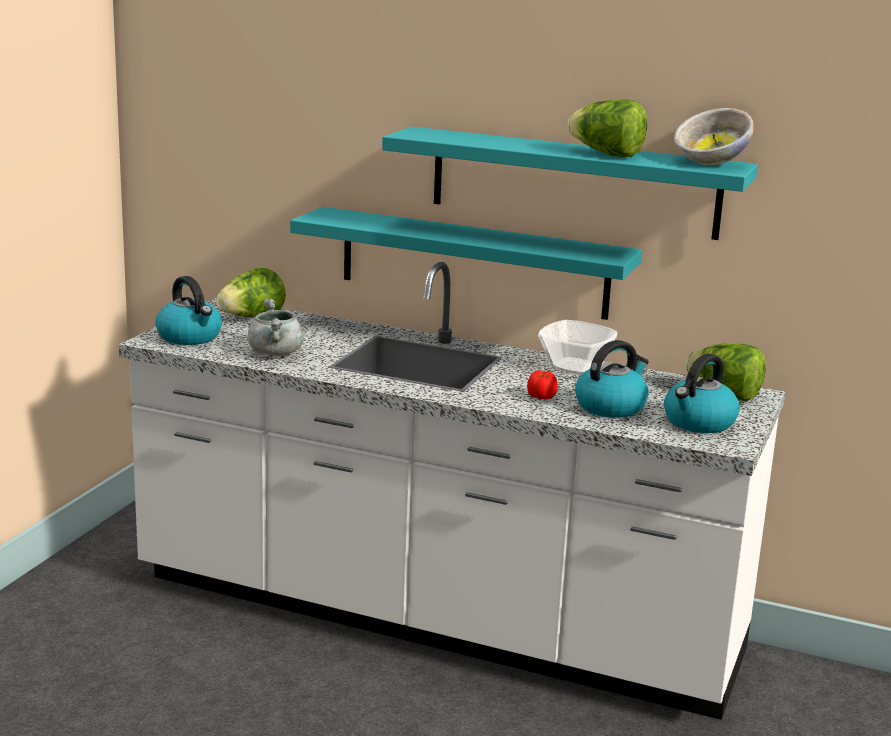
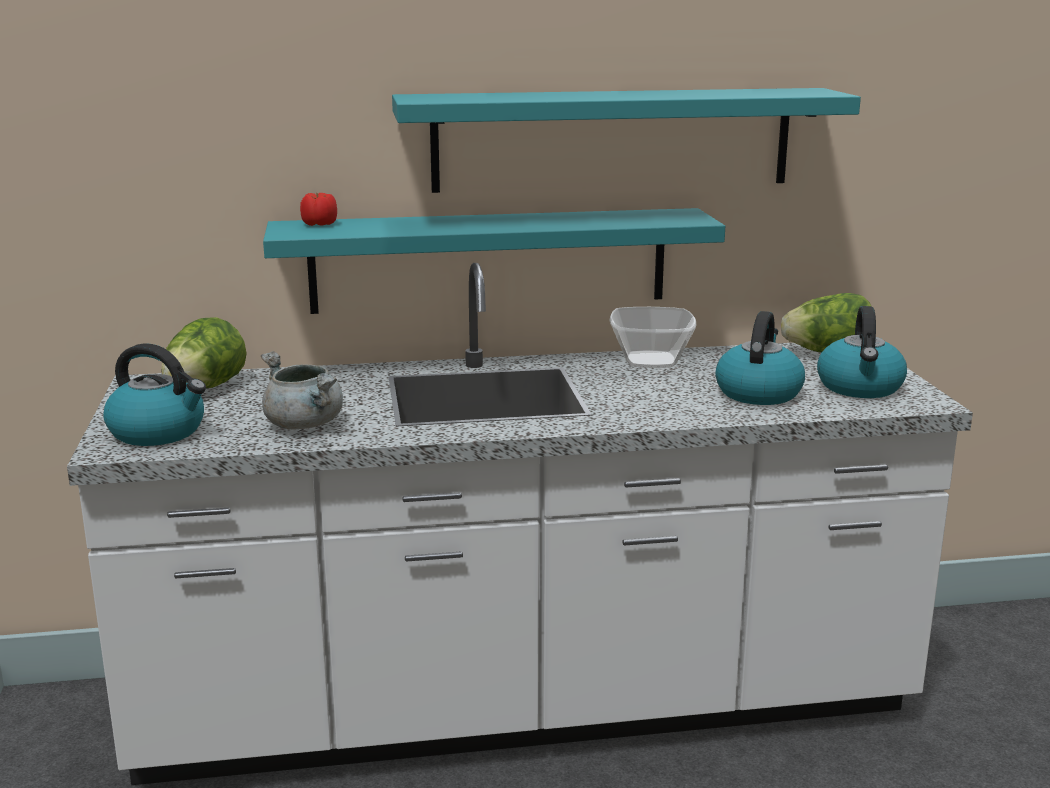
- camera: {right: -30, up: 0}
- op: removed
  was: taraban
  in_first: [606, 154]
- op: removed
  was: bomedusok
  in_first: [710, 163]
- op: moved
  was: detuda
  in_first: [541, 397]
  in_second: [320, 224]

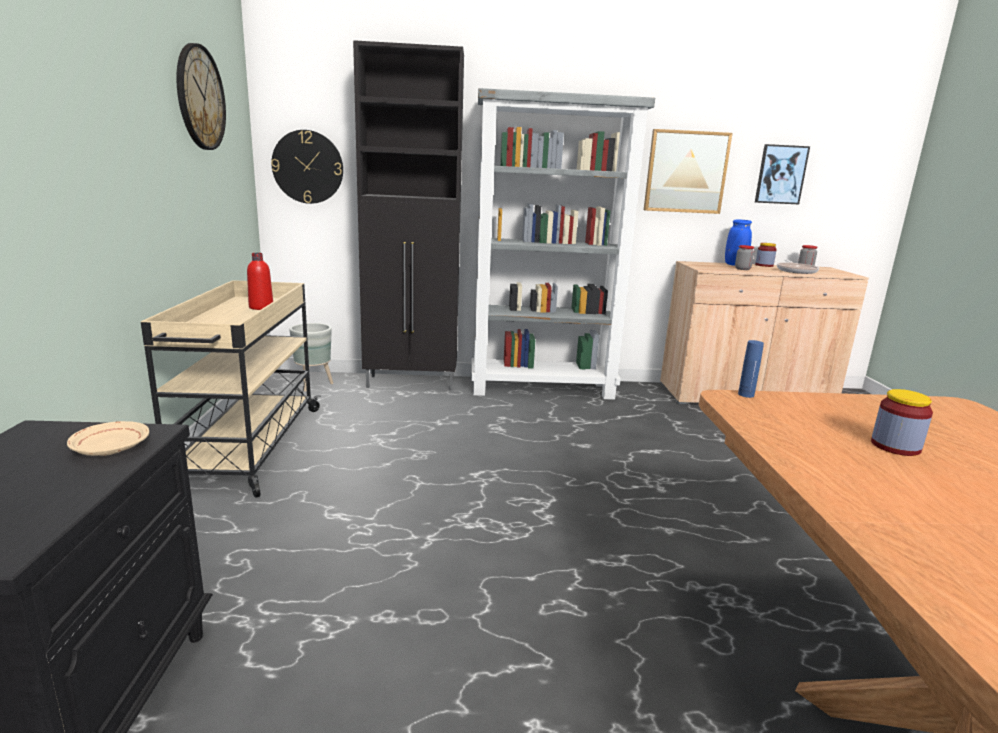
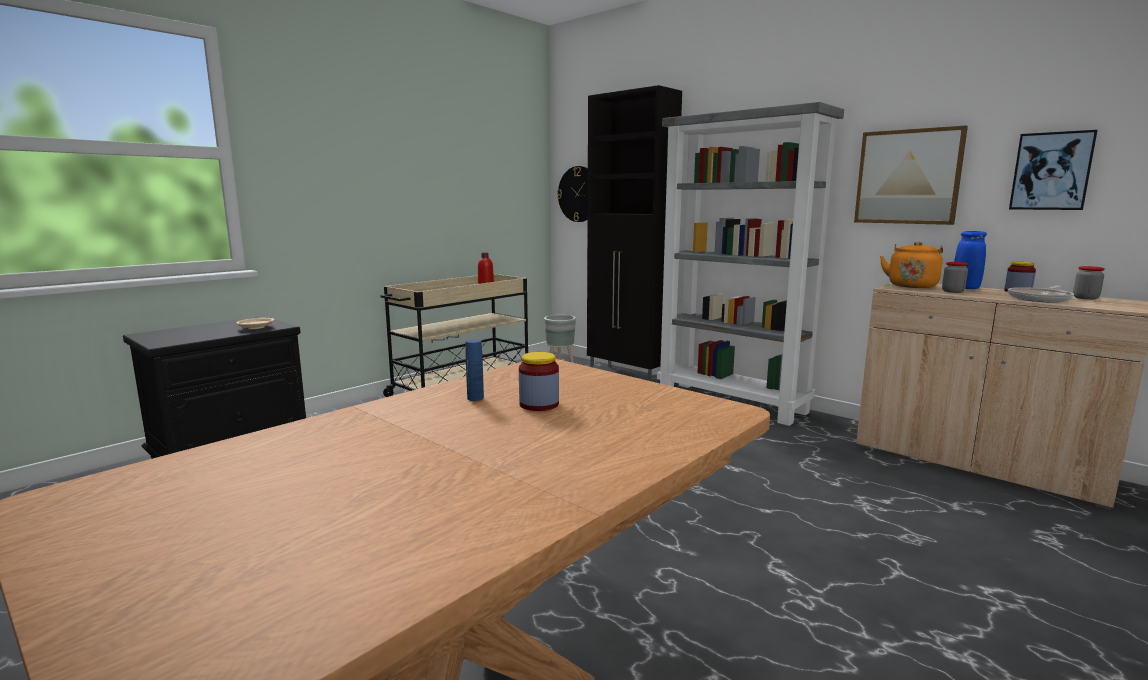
- camera: {right: 45, up: -5}
- op: removed
  was: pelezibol
  in_first: [200, 98]
- op: moved
  was: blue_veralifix
  in_first: [746, 394]
  in_second: [475, 398]
- op: added
  now: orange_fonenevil
  in_second: [912, 285]

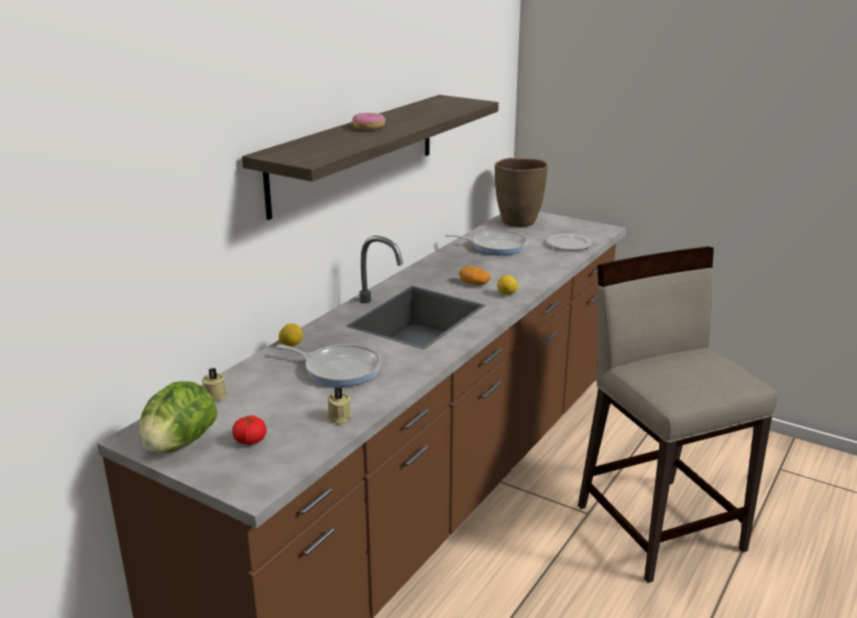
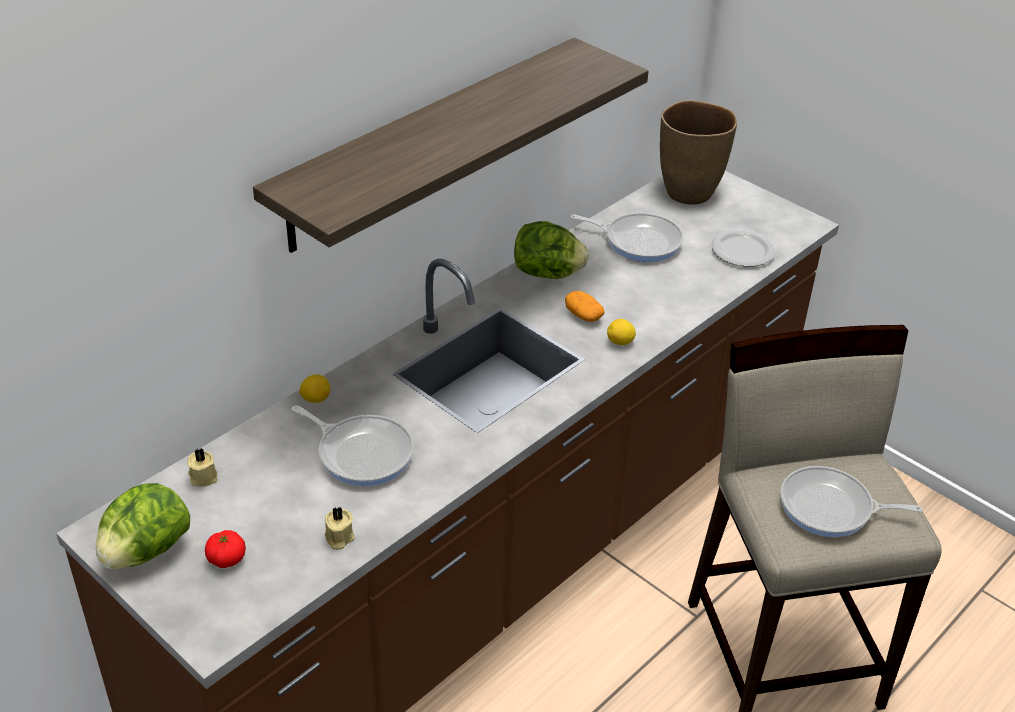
- camera: {right: 10, up: 15}
- op: removed
  was: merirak
  in_first: [369, 127]
- op: added
  now: taraban
  in_second: [547, 274]
- op: added
  now: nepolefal
  in_second: [831, 508]

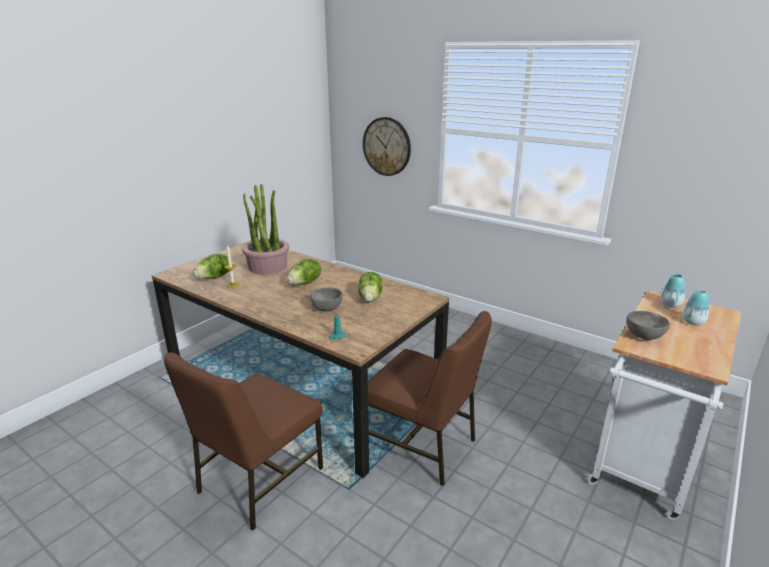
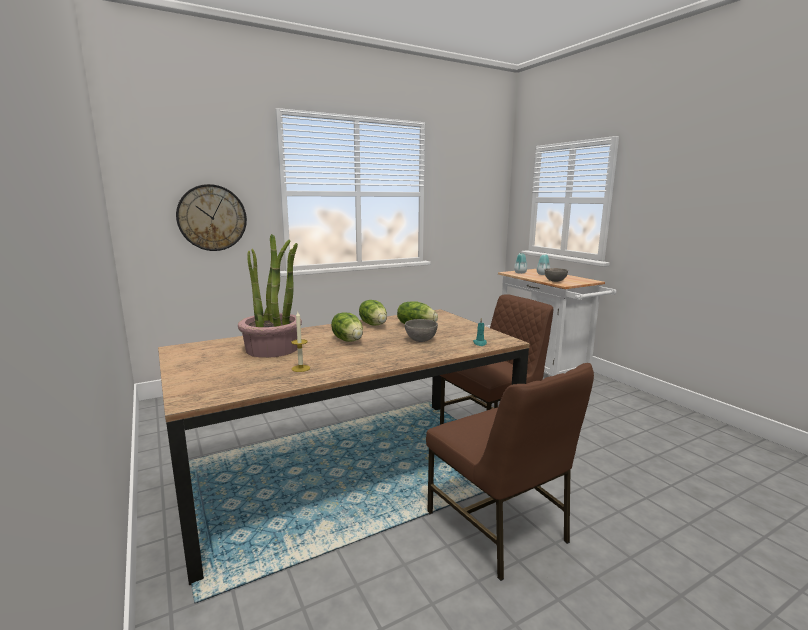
- camera: {right: -65, up: -10}
- op: moved
  was: taraban
  in_first: [215, 277]
  in_second: [374, 324]

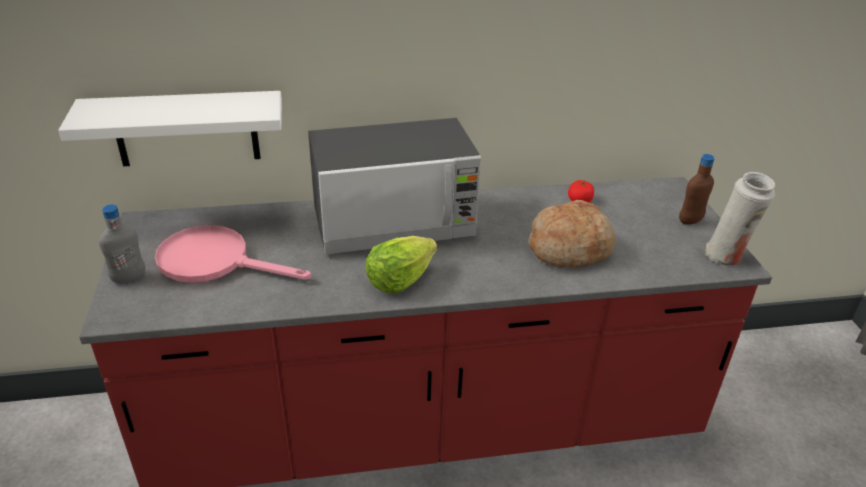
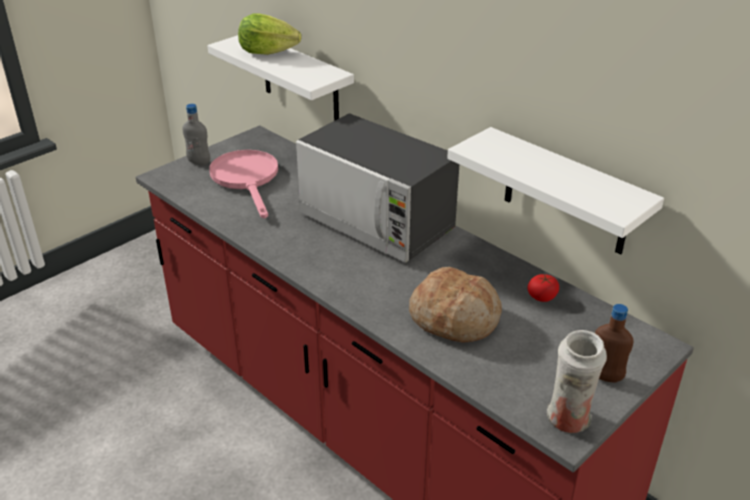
- camera: {right: 55, up: 0}
- op: moved
  was: taraban
  in_first: [399, 280]
  in_second: [267, 52]
- op: added
  now: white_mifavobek
  in_second: [566, 193]

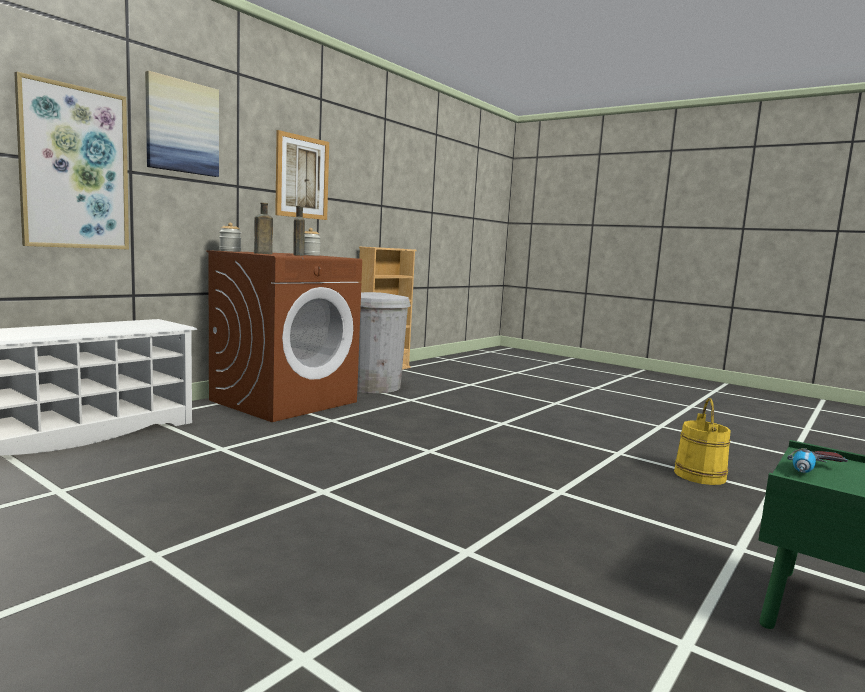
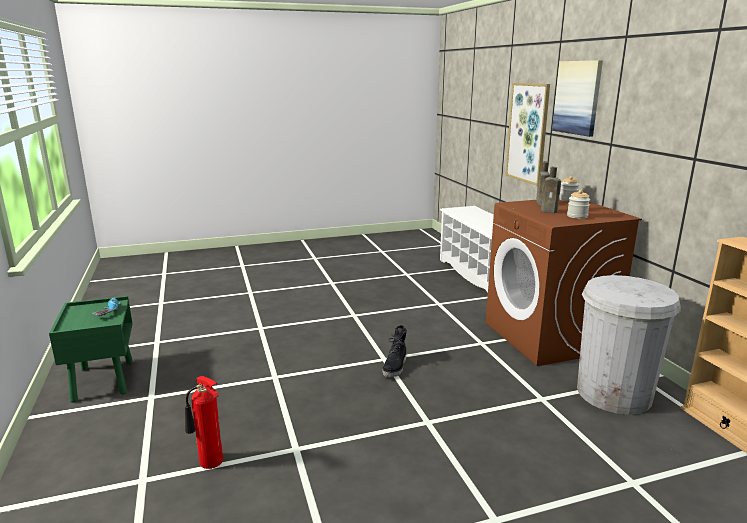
- camera: {right: 125, up: 10}
- op: removed
  was: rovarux
  in_first: [302, 177]
- op: replaced
  was: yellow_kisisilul
  now: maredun
  in_first: [700, 475]
  in_second: [210, 463]
- op: added
  now: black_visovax
  in_second: [395, 367]

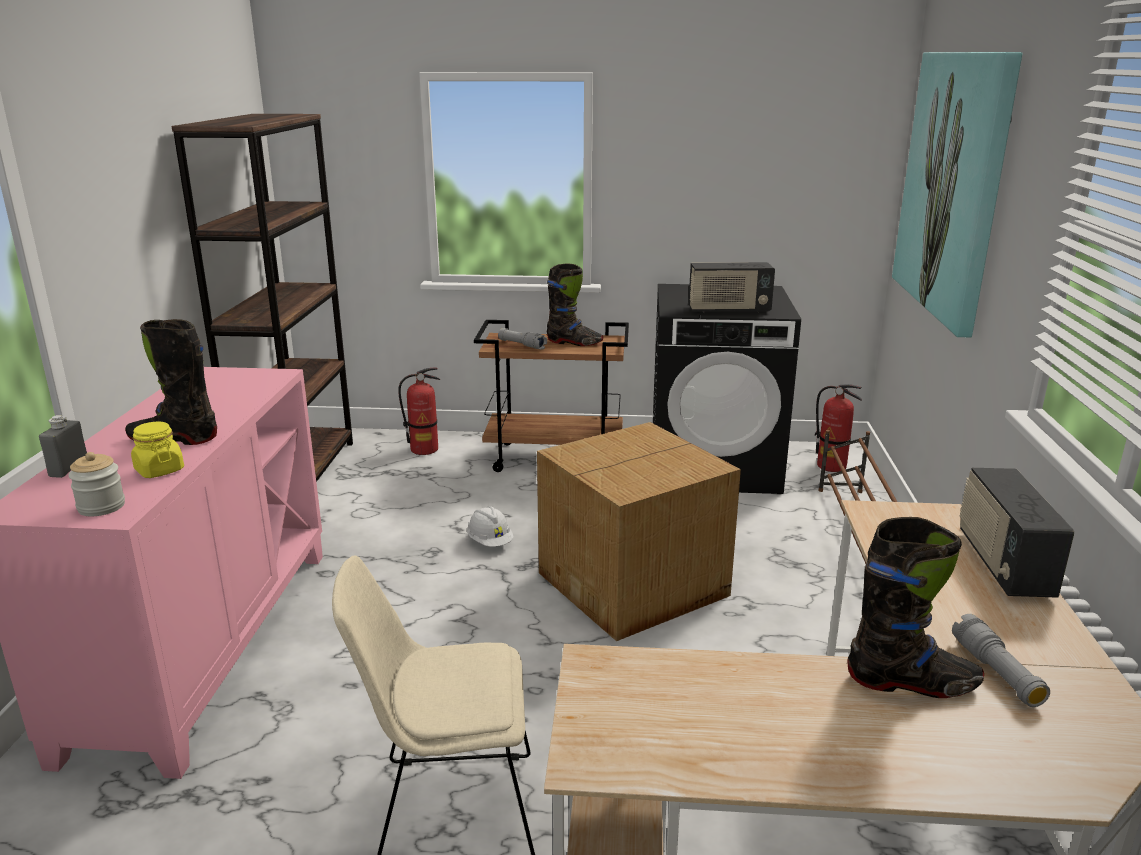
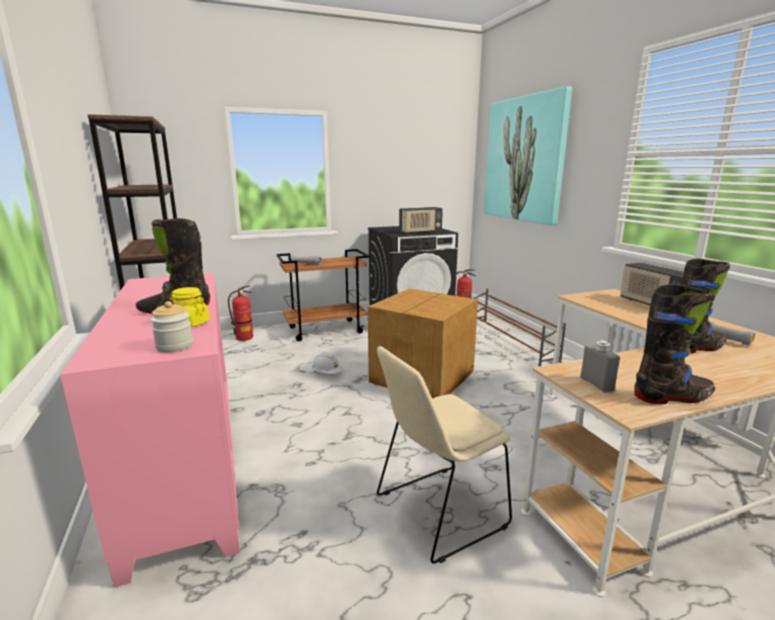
- camera: {right: -25, up: -5}
- op: moved
  was: black_visovax
  in_first: [574, 343]
  in_second: [672, 397]
- op: moved
  was: grey_veralifix
  in_first: [69, 468]
  in_second: [596, 384]

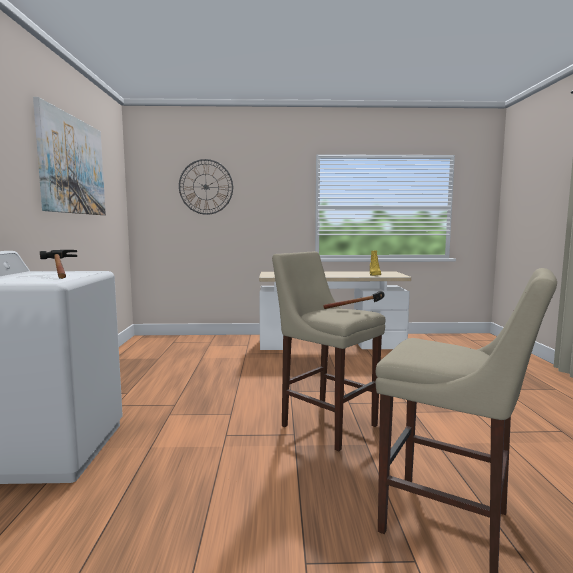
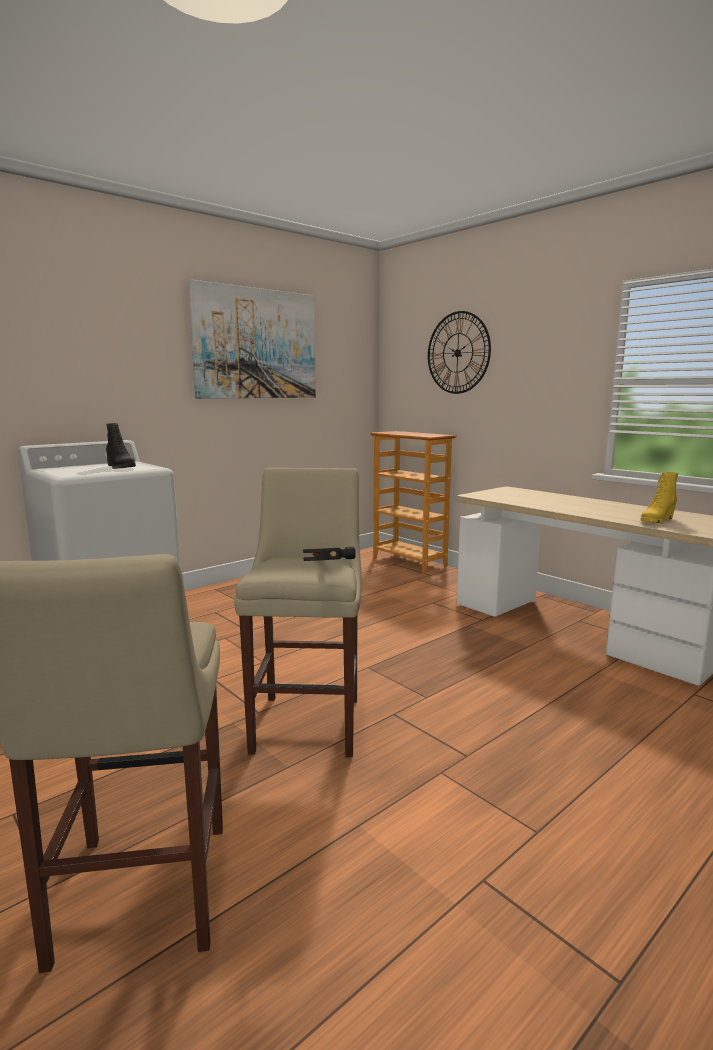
- camera: {right: 50, up: 5}
- op: replaced
  was: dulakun
  now: black_visovax
  in_first: [58, 274]
  in_second: [120, 467]
- op: added
  now: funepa
  in_second: [410, 562]

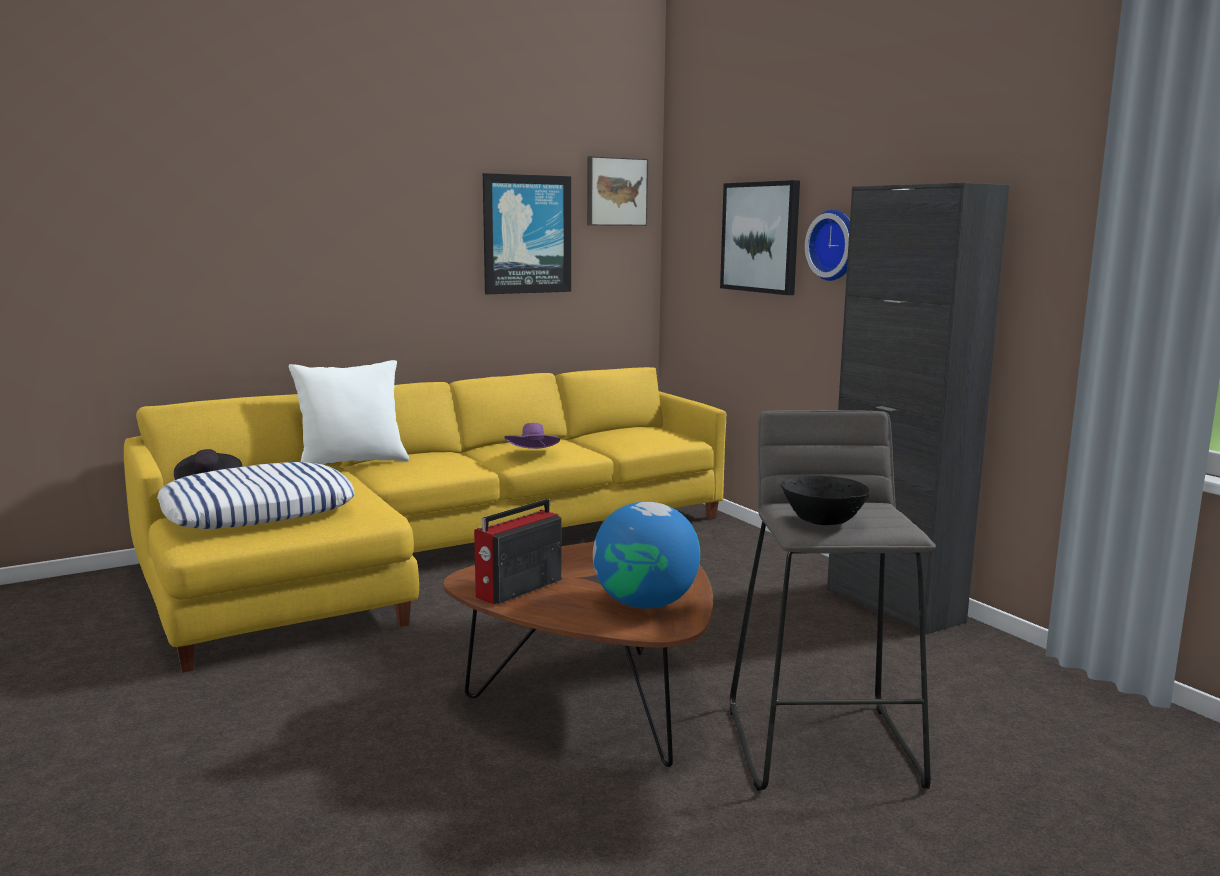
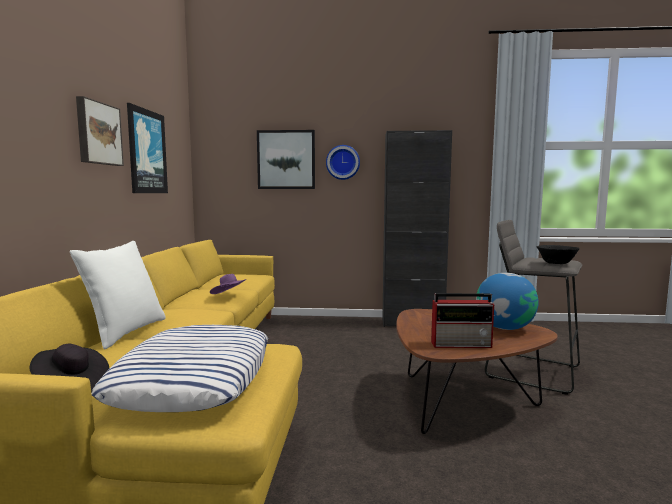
- camera: {right: -55, up: -5}
- op: moved
  was: rovarux
  in_first: [615, 191]
  in_second: [98, 133]
- op: turned
  was: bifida
  in_first: [517, 589]
  in_second: [462, 344]
  clockwise: -75

